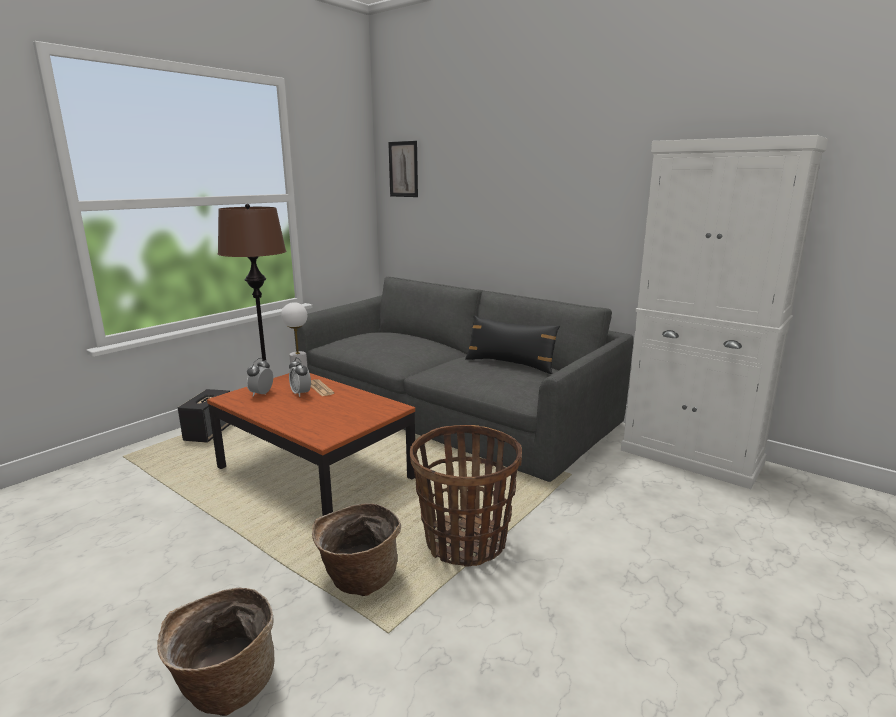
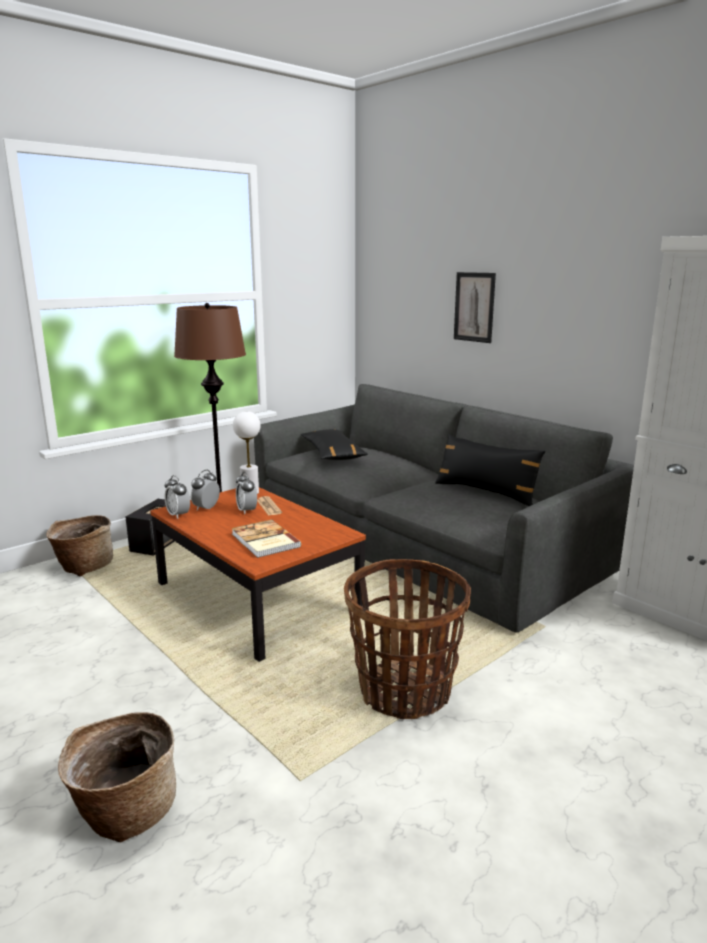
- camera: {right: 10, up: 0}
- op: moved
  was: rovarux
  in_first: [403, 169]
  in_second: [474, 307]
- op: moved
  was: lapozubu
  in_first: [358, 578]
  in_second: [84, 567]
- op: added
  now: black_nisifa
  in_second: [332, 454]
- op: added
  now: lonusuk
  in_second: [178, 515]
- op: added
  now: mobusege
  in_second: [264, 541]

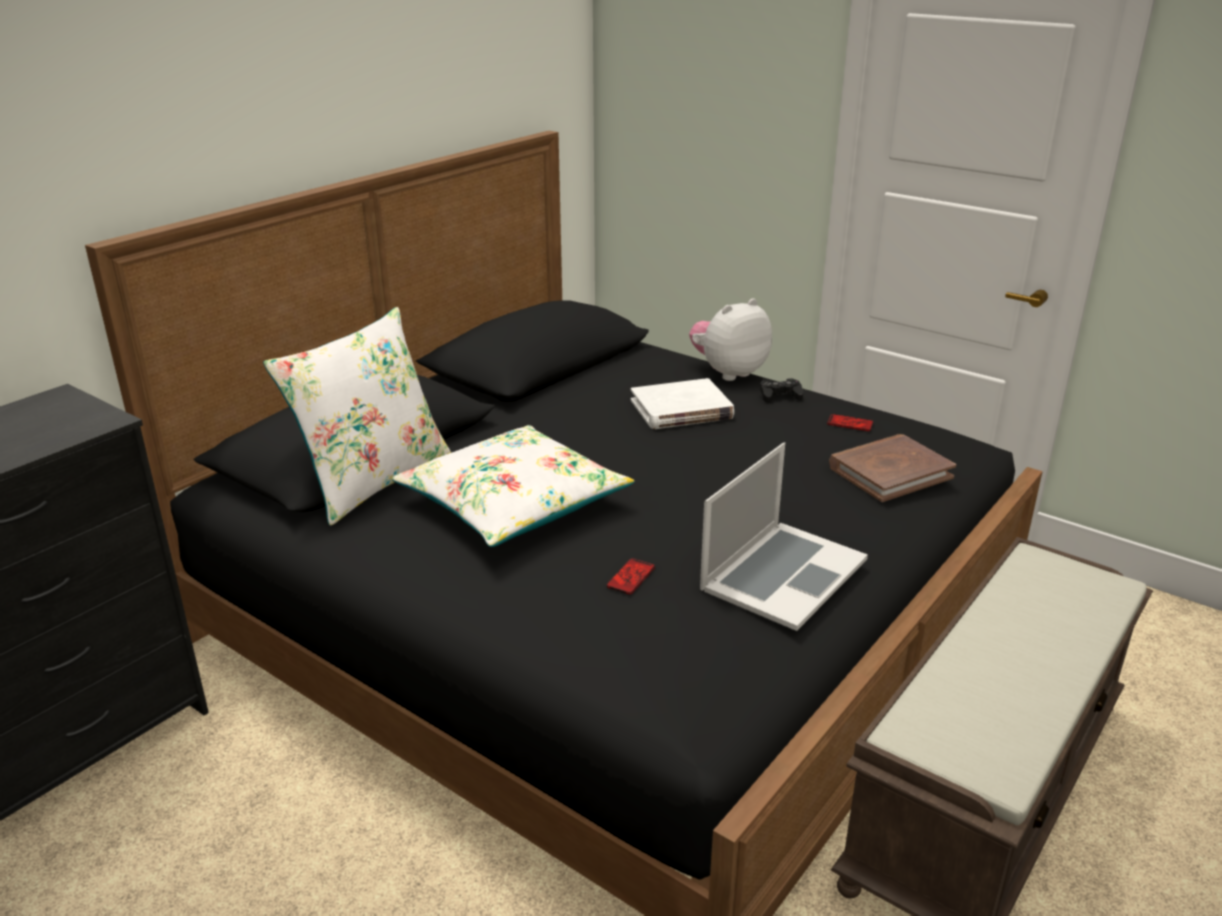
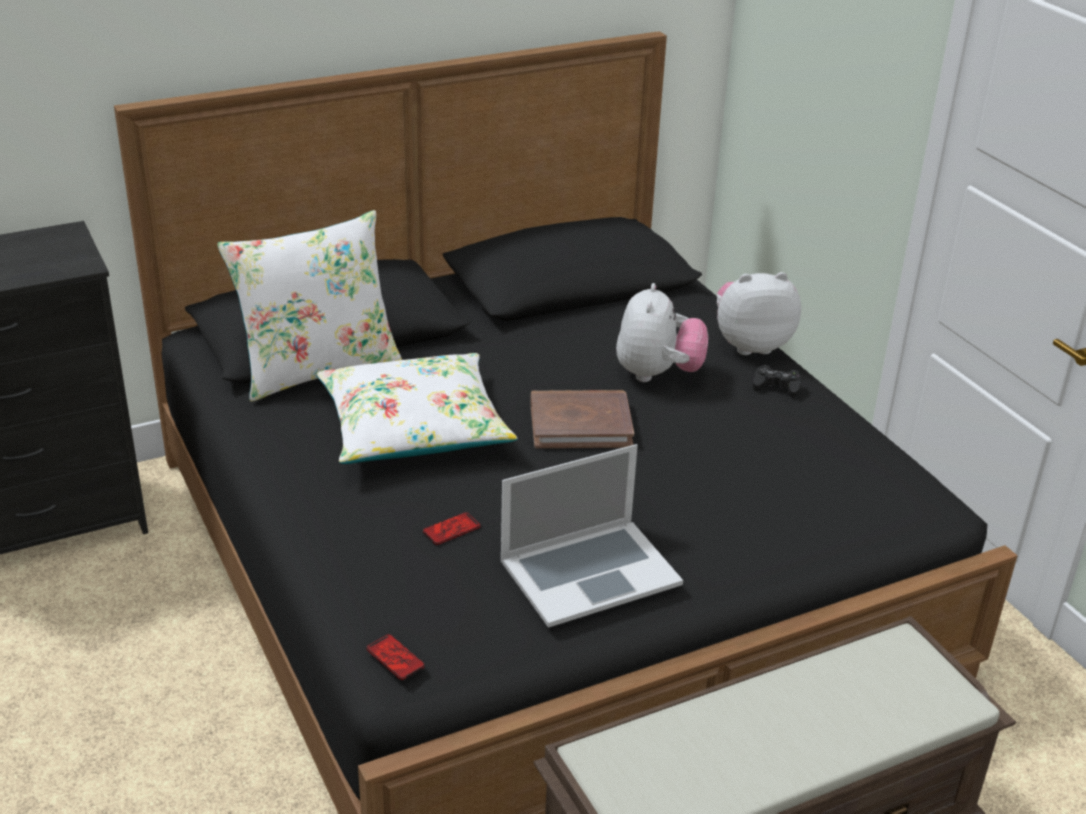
- camera: {right: 25, up: 5}
- op: replaced
  was: white_mobusege
  now: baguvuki
  in_first: [681, 409]
  in_second: [657, 374]
- op: moved
  was: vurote
  in_first: [850, 423]
  in_second: [395, 658]
- op: moved
  was: brown_mobusege
  in_first: [890, 472]
  in_second: [580, 424]

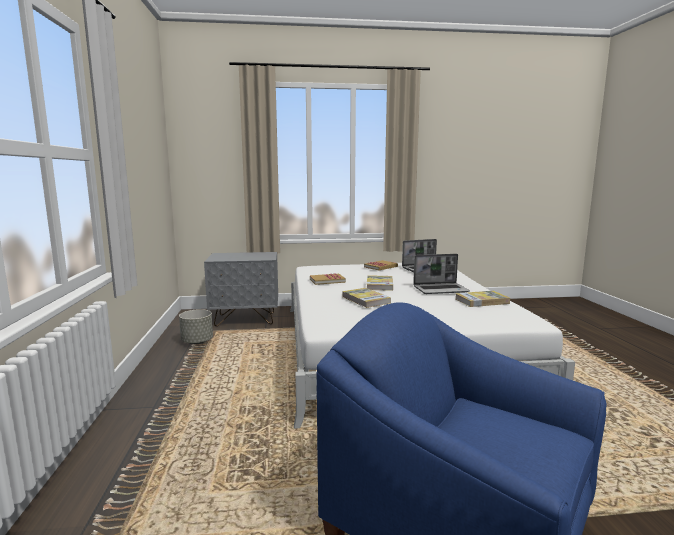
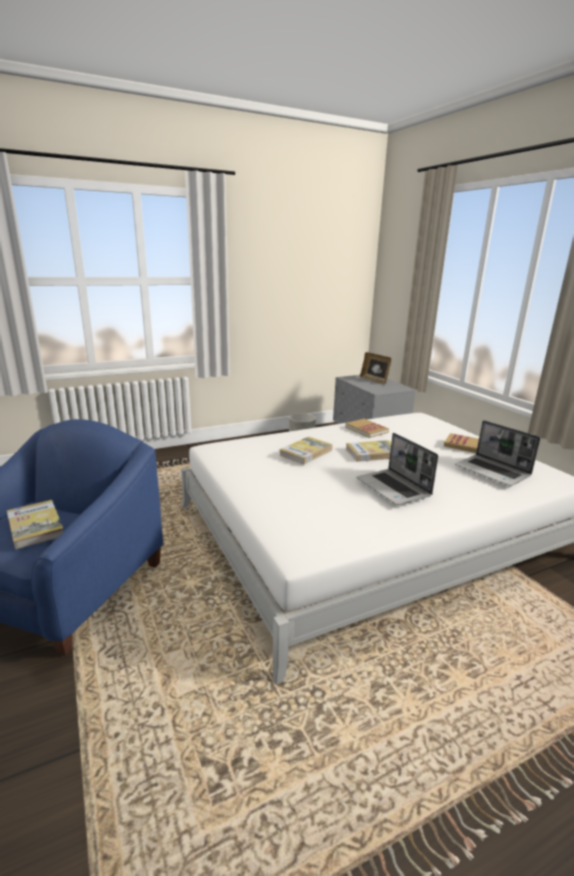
- camera: {right: 70, up: 10}
- op: moved
  was: mobusege
  in_first: [482, 301]
  in_second: [35, 526]
- op: added
  now: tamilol
  in_second: [374, 380]

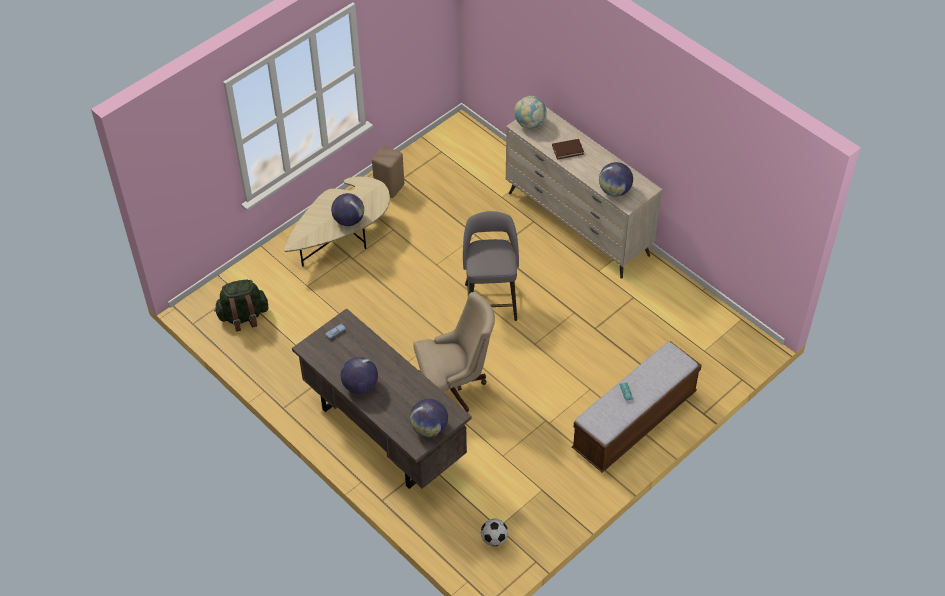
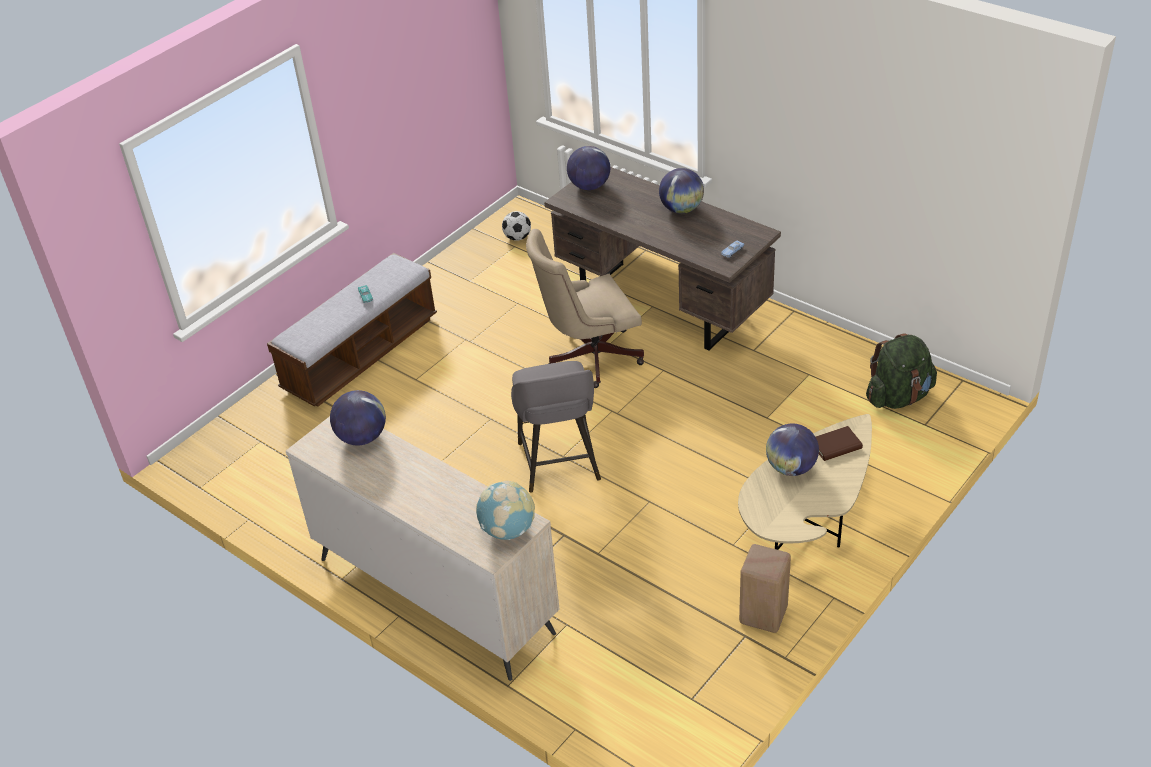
- camera: {right: 175, up: -10}
- op: moved
  was: brown_mobusege
  in_first: [567, 150]
  in_second: [836, 446]

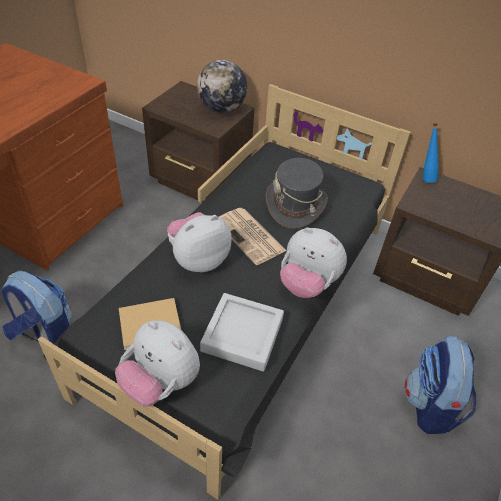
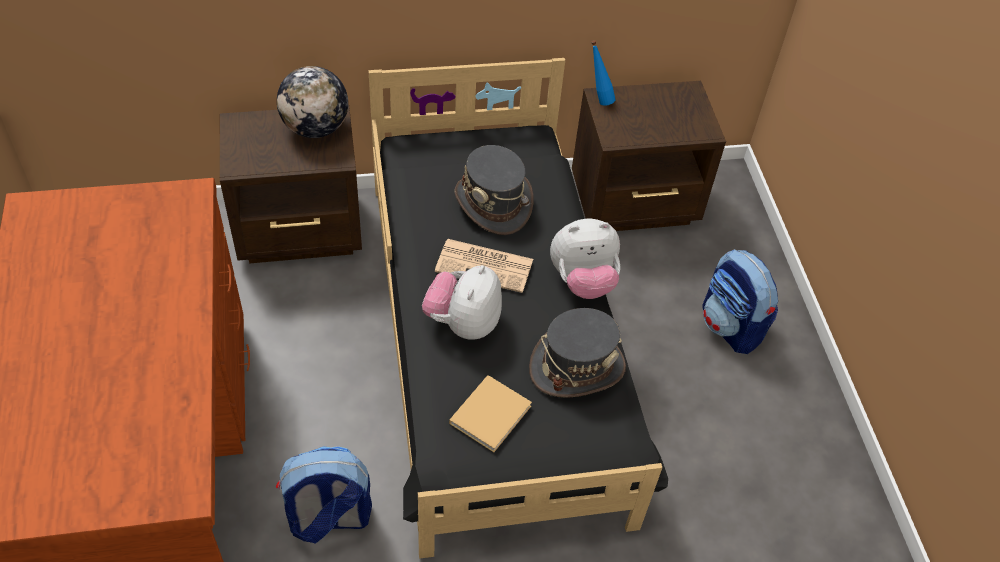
- camera: {right: -40, up: 5}
- op: replaced
  was: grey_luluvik
  now: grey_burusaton
  in_first: [242, 335]
  in_second: [577, 367]
- op: removed
  was: baguvuki
  in_first: [161, 382]

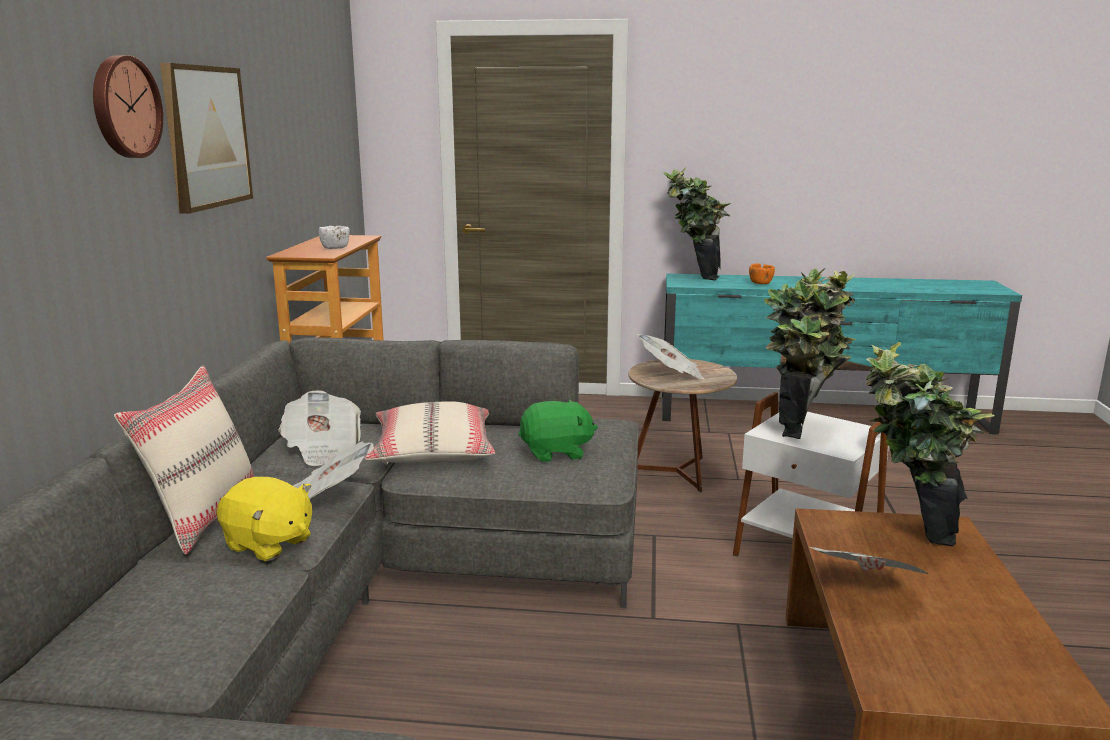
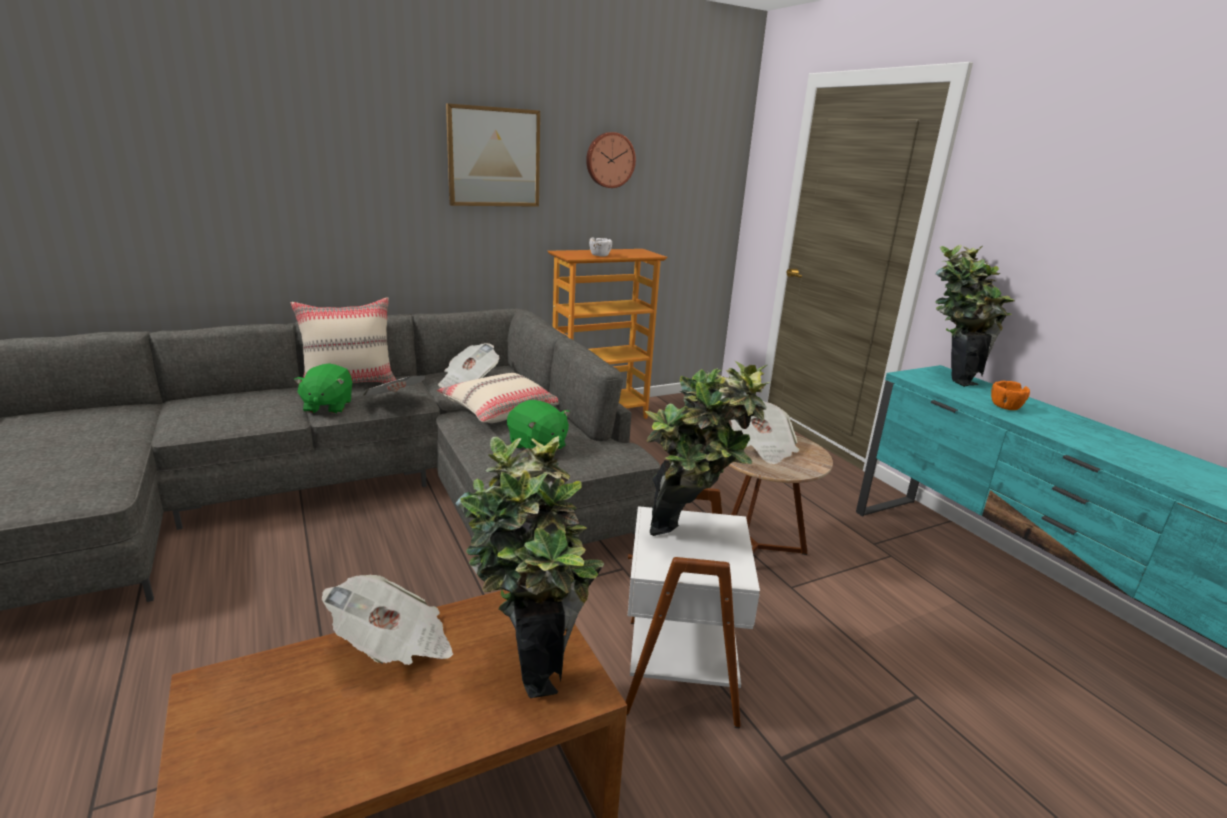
- camera: {right: 55, up: 5}
- op: moved
  was: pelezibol
  in_first: [124, 107]
  in_second: [609, 160]
- op: recoloured
  was: yellow_baguvuki
  now: green_baguvuki
  in_first: [268, 544]
  in_second: [327, 406]

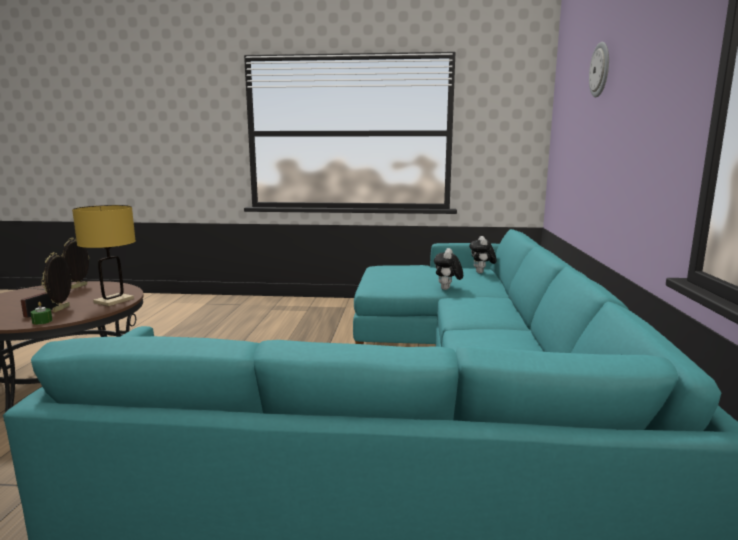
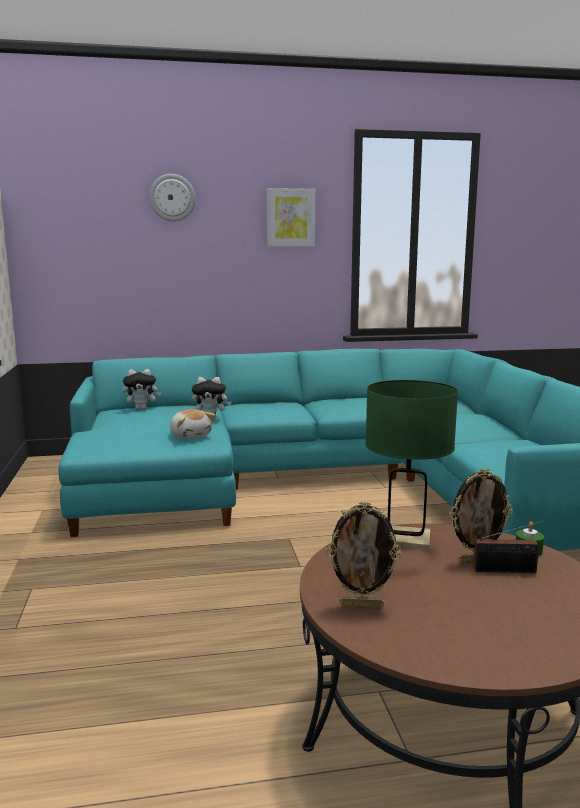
- camera: {right: -105, up: 0}
- op: recoloured
  was: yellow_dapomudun
  now: green_dapomudun
  in_first: [113, 301]
  in_second: [405, 539]
- op: added
  now: rovarux
  in_second: [290, 217]
- op: added
  now: baguvuki
  in_second: [191, 436]

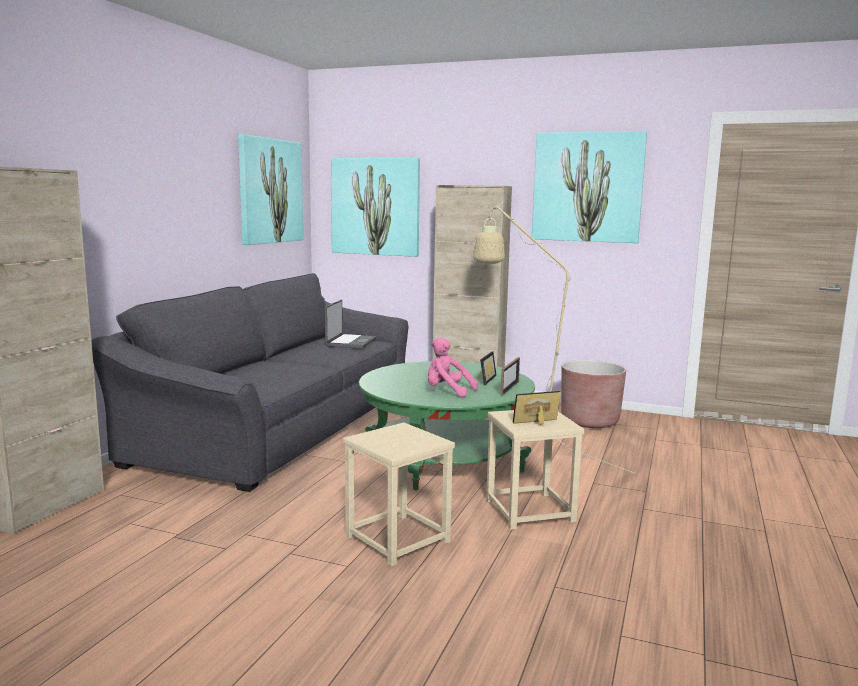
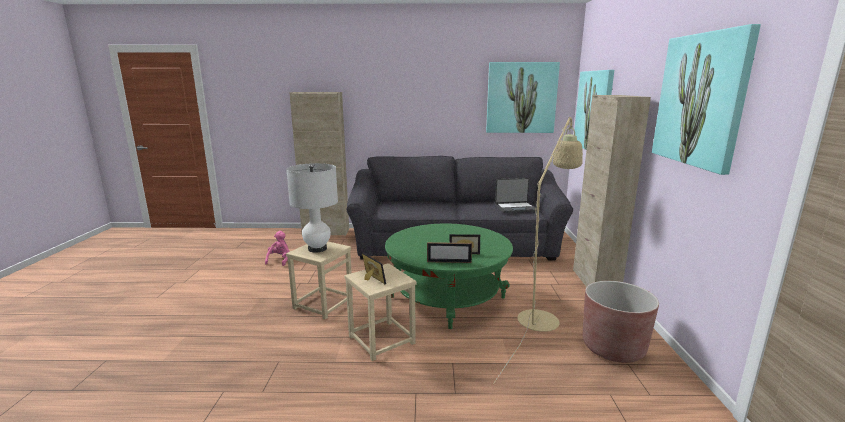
- camera: {right: 70, up: 5}
- op: moved
  was: pink_baguvuki
  in_first: [447, 391]
  in_second: [279, 260]
- op: added
  now: white_dapomudun
  in_second: [317, 249]

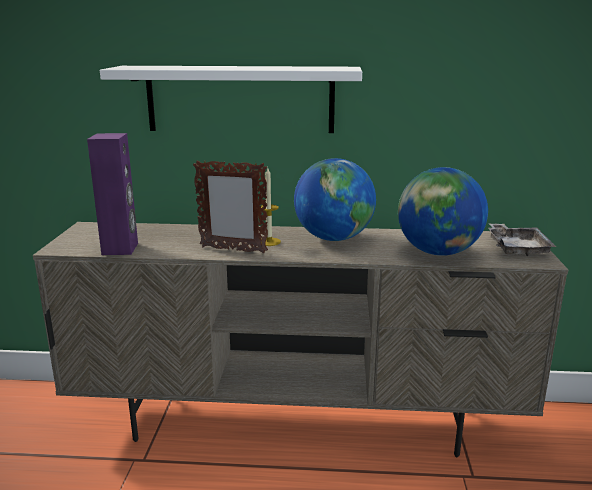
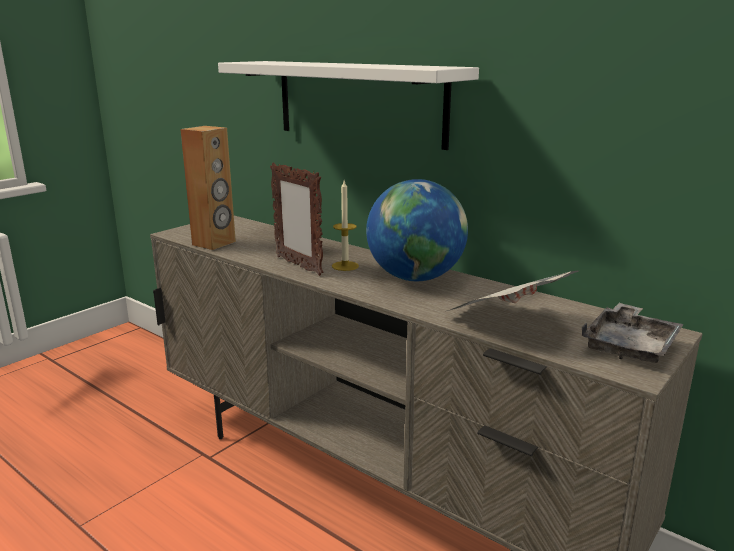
- camera: {right: 35, up: 0}
- op: recoloured
  was: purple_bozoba
  now: brown_bozoba
  in_first: [120, 249]
  in_second: [214, 243]
- op: replaced
  was: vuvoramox
  now: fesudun
  in_first: [438, 252]
  in_second: [506, 323]

